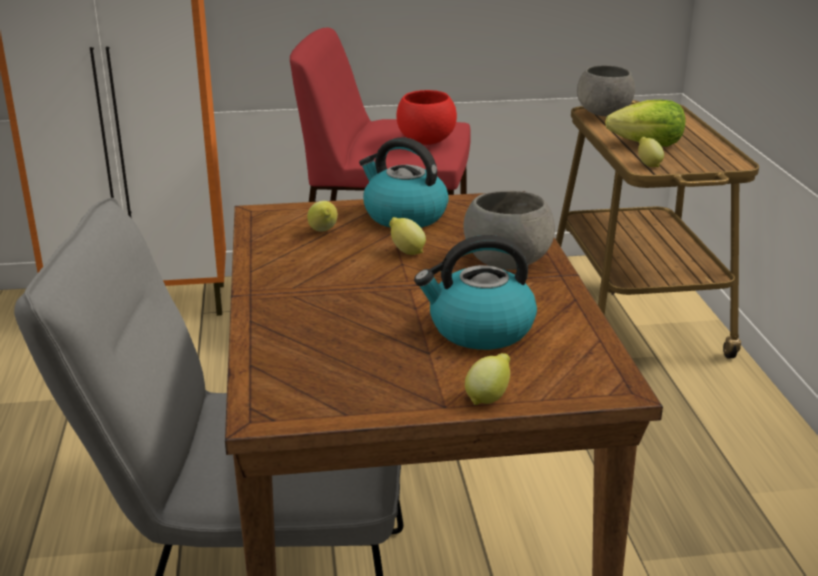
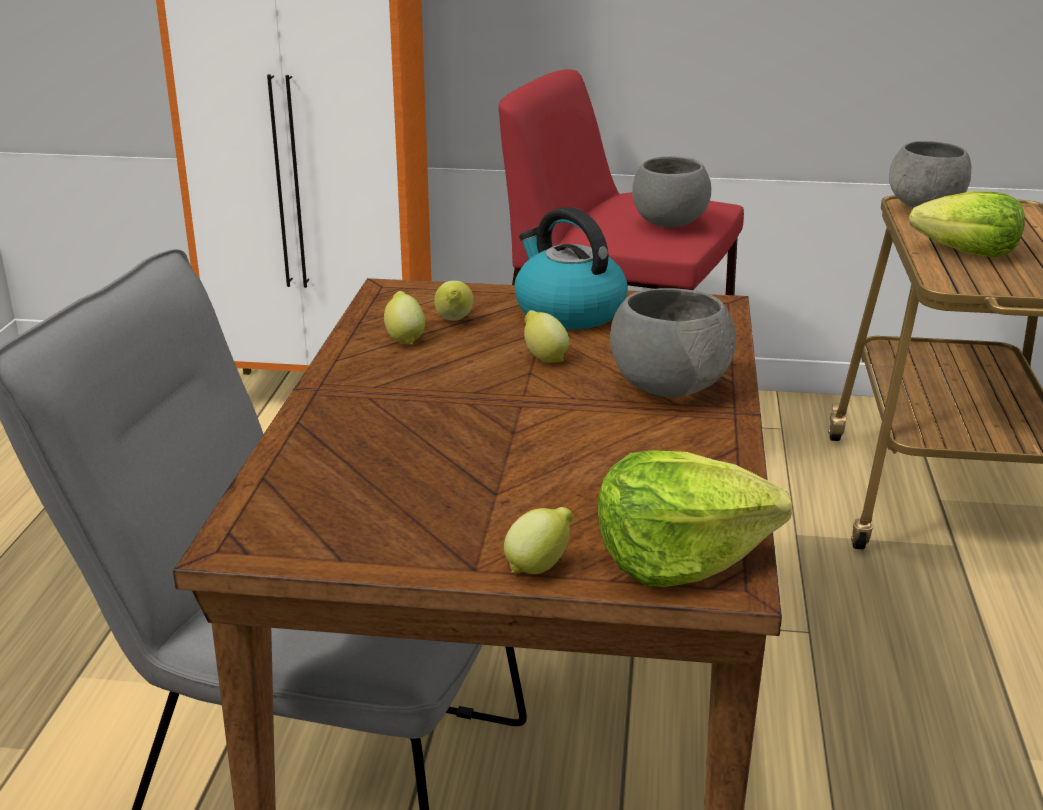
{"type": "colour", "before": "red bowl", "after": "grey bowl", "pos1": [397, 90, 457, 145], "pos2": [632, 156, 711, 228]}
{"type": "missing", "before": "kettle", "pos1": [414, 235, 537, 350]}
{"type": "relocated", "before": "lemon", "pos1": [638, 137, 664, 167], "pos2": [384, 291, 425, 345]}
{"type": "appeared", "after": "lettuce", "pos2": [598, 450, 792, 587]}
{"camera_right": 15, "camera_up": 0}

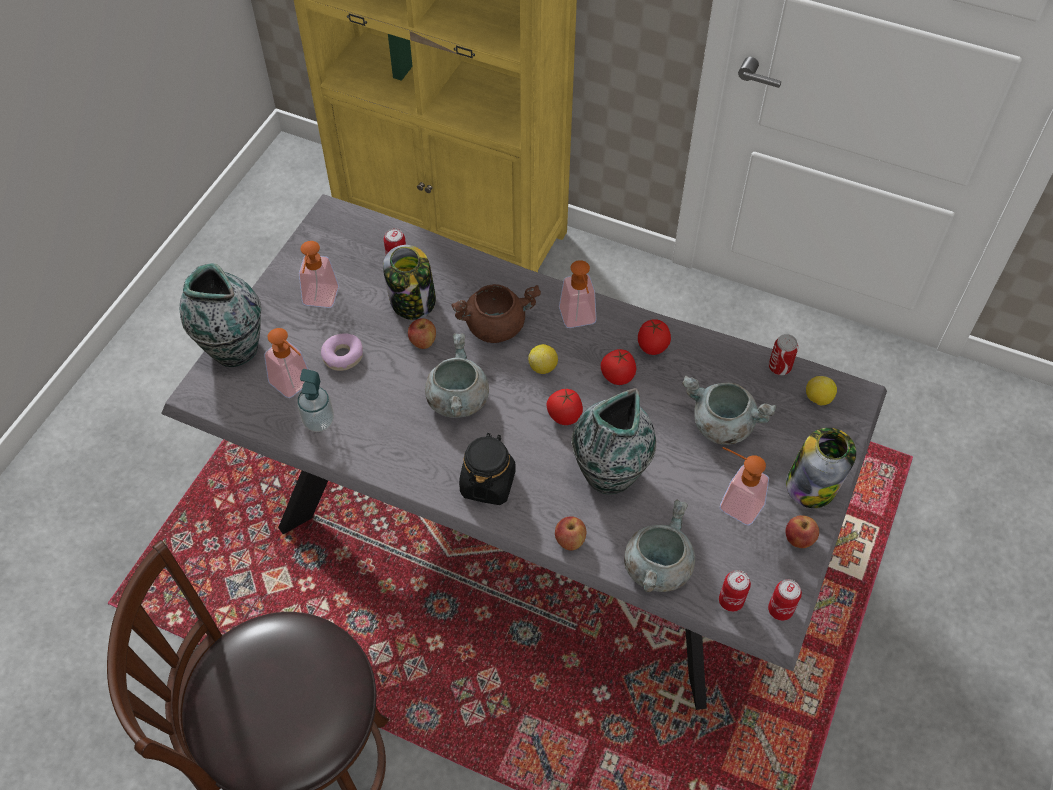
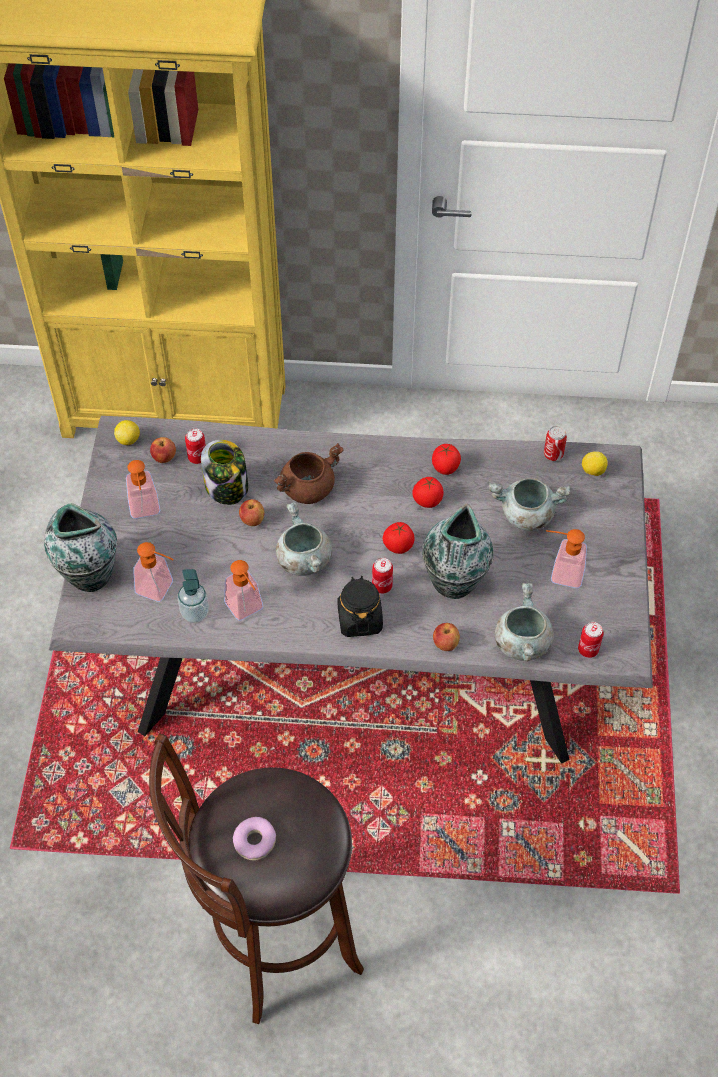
{"type": "relocated", "before": "donut", "pos1": [321, 333, 363, 371], "pos2": [233, 817, 276, 860]}
{"type": "relocated", "before": "lemon", "pos1": [528, 344, 558, 374], "pos2": [114, 420, 140, 445]}
{"type": "relocated", "before": "soap dispenser", "pos1": [559, 260, 596, 328], "pos2": [224, 560, 263, 621]}
{"type": "relocated", "before": "can", "pos1": [768, 579, 802, 621], "pos2": [372, 558, 393, 594]}
{"type": "missing", "before": "jar", "pos1": [786, 428, 856, 508]}
{"type": "relocated", "before": "apple", "pos1": [786, 515, 819, 548], "pos2": [150, 437, 176, 463]}
{"camera_right": -20, "camera_up": 0}

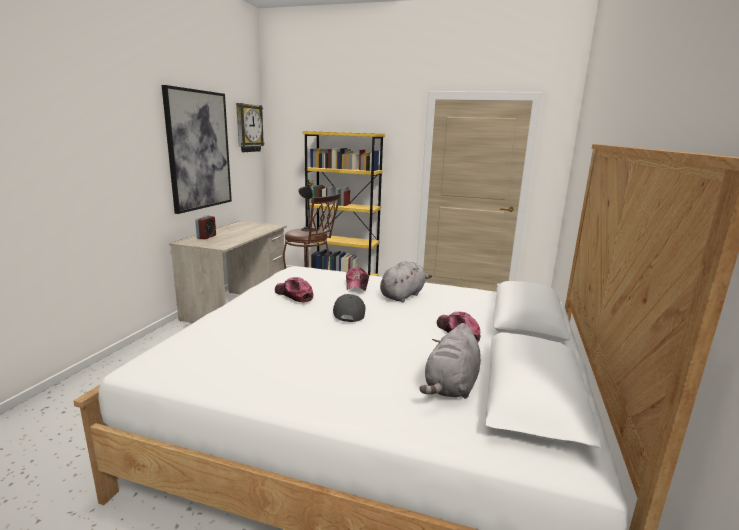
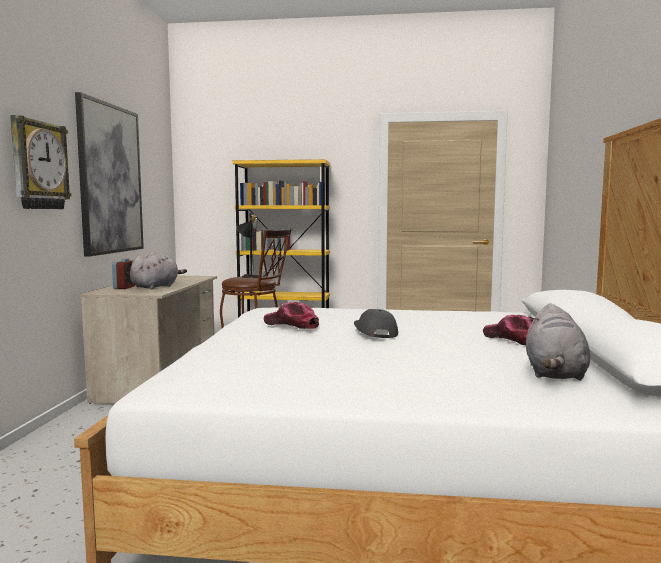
{"type": "relocated", "before": "wall clock", "pos1": [236, 103, 264, 152], "pos2": [10, 115, 72, 209]}
{"type": "missing", "before": "cap", "pos1": [346, 267, 369, 291]}
{"type": "relocated", "before": "grey plush toy", "pos1": [380, 261, 432, 302], "pos2": [130, 252, 187, 290]}
{"camera_right": -10, "camera_up": -10}

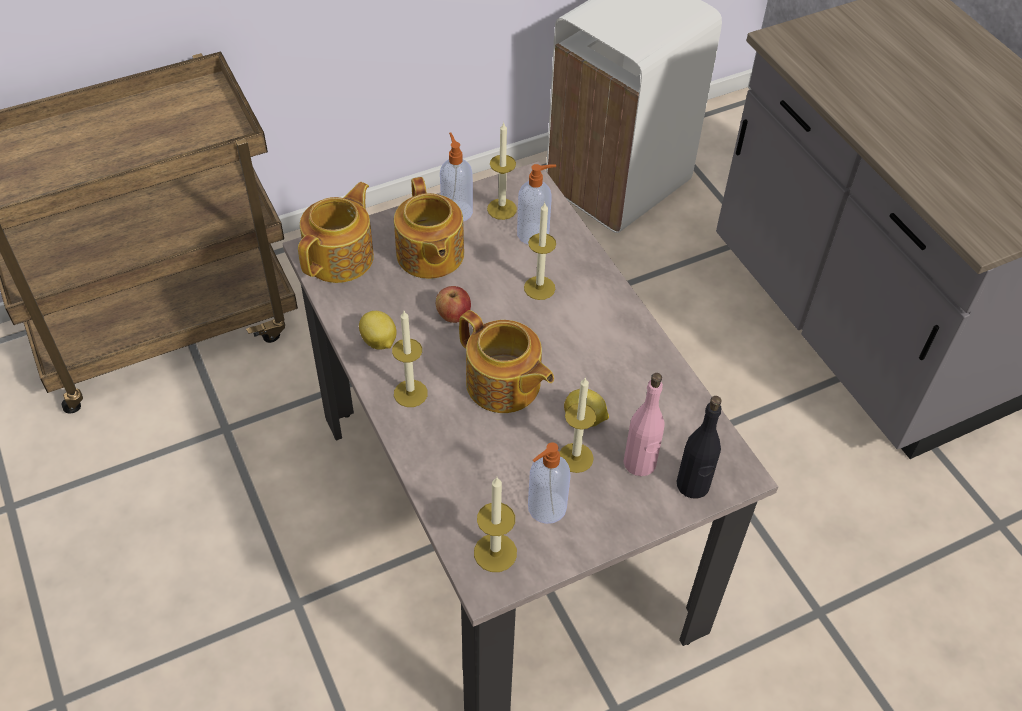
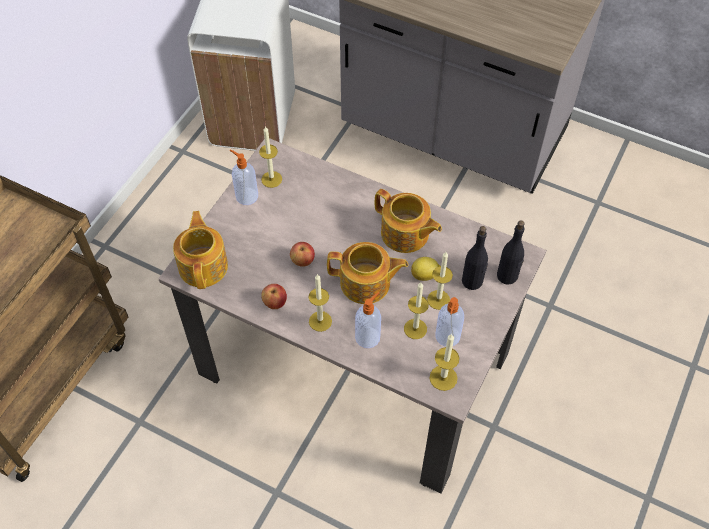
{"type": "exchanged", "before": "lemon", "after": "apple", "pos1": [359, 311, 396, 350], "pos2": [261, 284, 287, 309]}
{"type": "relocated", "before": "teapot", "pos1": [394, 177, 464, 279], "pos2": [375, 189, 442, 253]}
{"type": "relocated", "before": "soap dispenser", "pos1": [517, 164, 556, 245], "pos2": [355, 292, 381, 348]}
{"type": "relocated", "before": "candle", "pos1": [524, 203, 556, 300], "pos2": [404, 283, 429, 339]}
{"type": "colour", "before": "pink bottle", "after": "black bottle", "pos1": [623, 373, 665, 476], "pos2": [462, 226, 488, 290]}
{"camera_right": -35, "camera_up": 5}

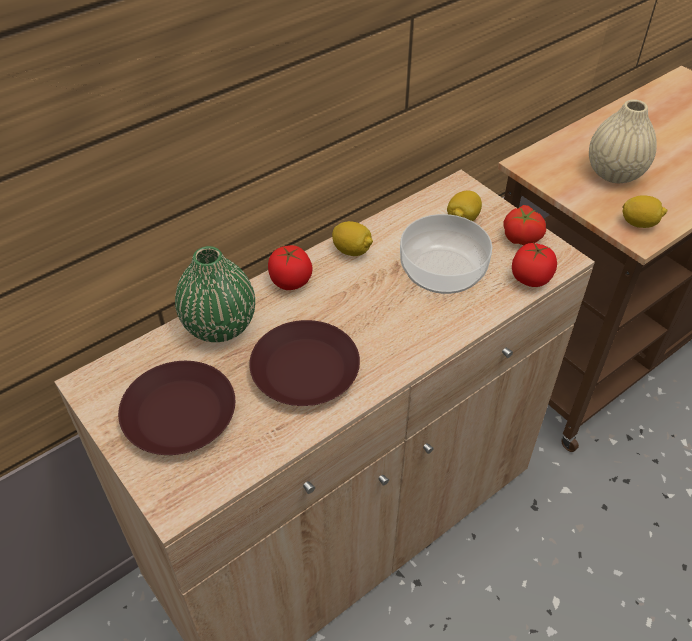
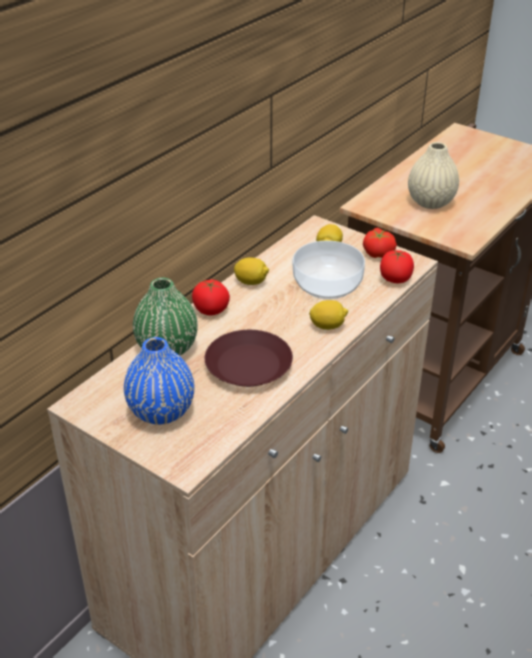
{"type": "exchanged", "before": "brown plate", "after": "blue vase", "pos1": [118, 361, 235, 455], "pos2": [124, 337, 194, 424]}
{"type": "relocated", "before": "lemon", "pos1": [622, 195, 667, 228], "pos2": [309, 300, 348, 330]}
{"camera_right": -15, "camera_up": -10}

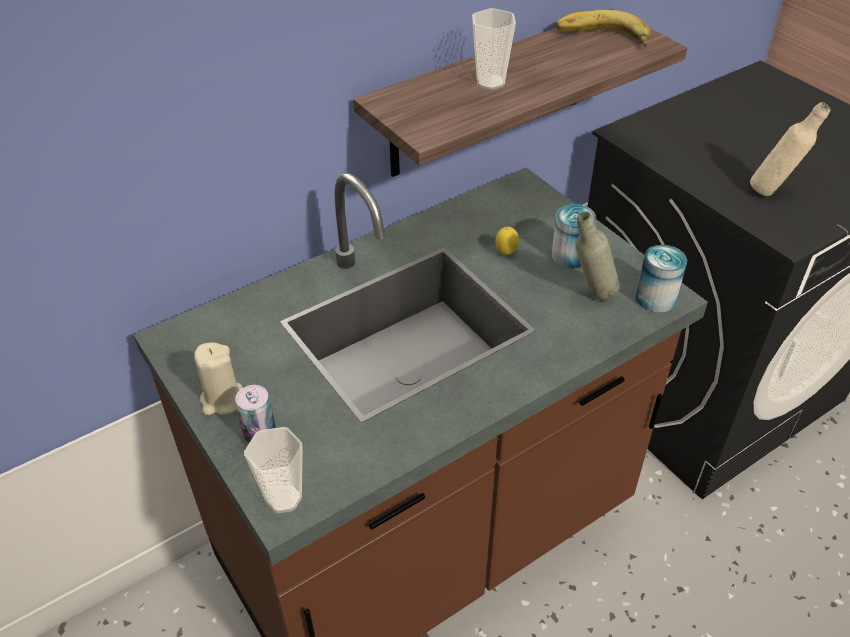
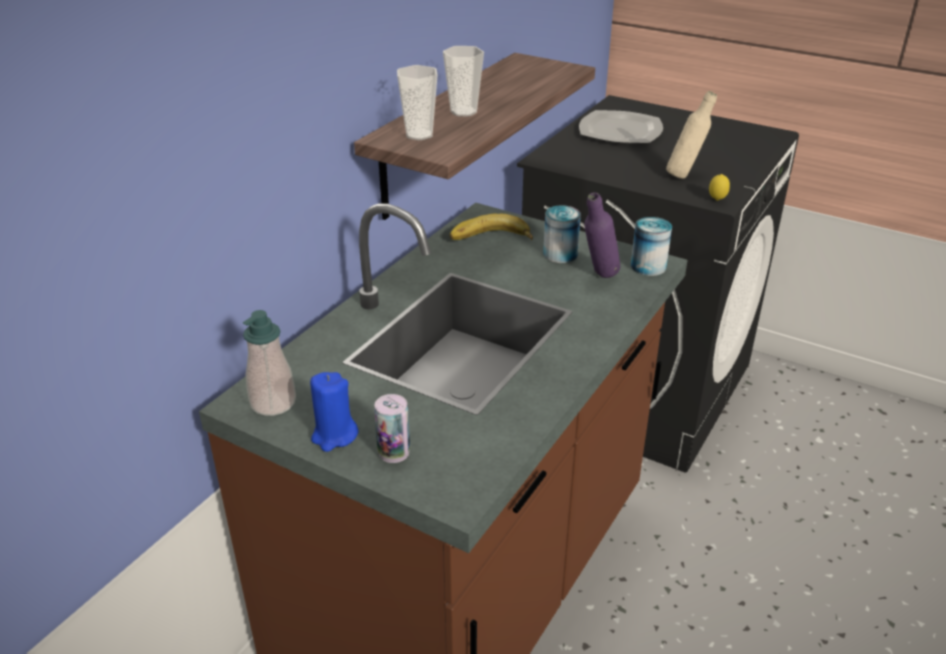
{"type": "colour", "before": "beige candle", "after": "blue candle", "pos1": [194, 342, 243, 415], "pos2": [310, 372, 358, 452]}
{"type": "relocated", "before": "cup", "pos1": [244, 427, 303, 513], "pos2": [397, 65, 437, 141]}
{"type": "relocated", "before": "lemon", "pos1": [495, 227, 519, 255], "pos2": [709, 174, 730, 201]}
{"type": "relocated", "before": "banana", "pos1": [556, 10, 650, 47], "pos2": [449, 213, 533, 240]}
{"type": "colour", "before": "grey bottle", "after": "purple bottle", "pos1": [575, 211, 619, 301], "pos2": [584, 192, 620, 278]}
{"type": "appeared", "after": "soap dispenser", "pos2": [243, 310, 296, 416]}
{"type": "appeared", "after": "plate", "pos2": [579, 110, 663, 143]}
{"camera_right": -25, "camera_up": -10}

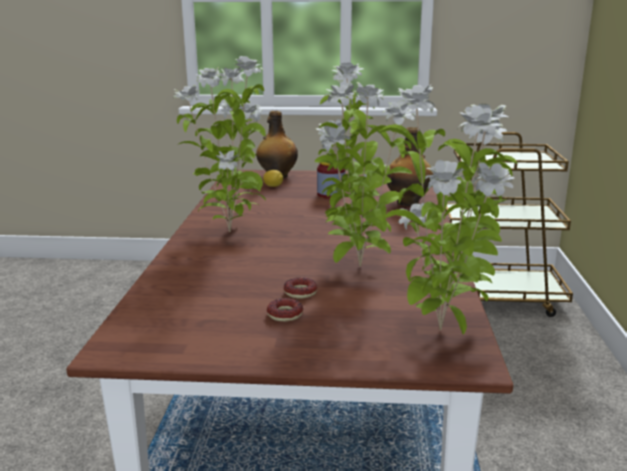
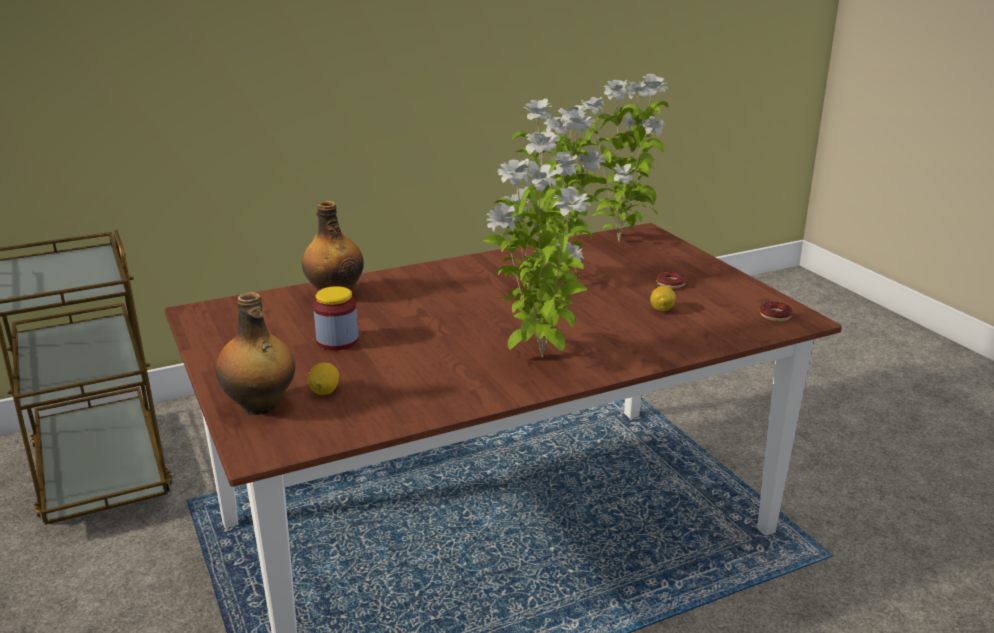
{"type": "relocated", "before": "donut", "pos1": [284, 277, 317, 299], "pos2": [760, 302, 793, 321]}
{"type": "appeared", "after": "lemon", "pos2": [650, 286, 676, 311]}
{"camera_right": -120, "camera_up": 5}

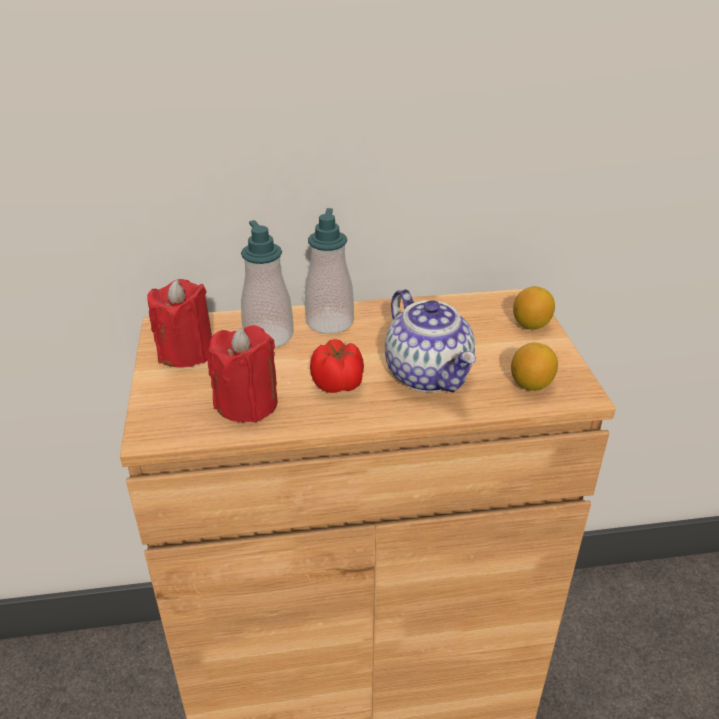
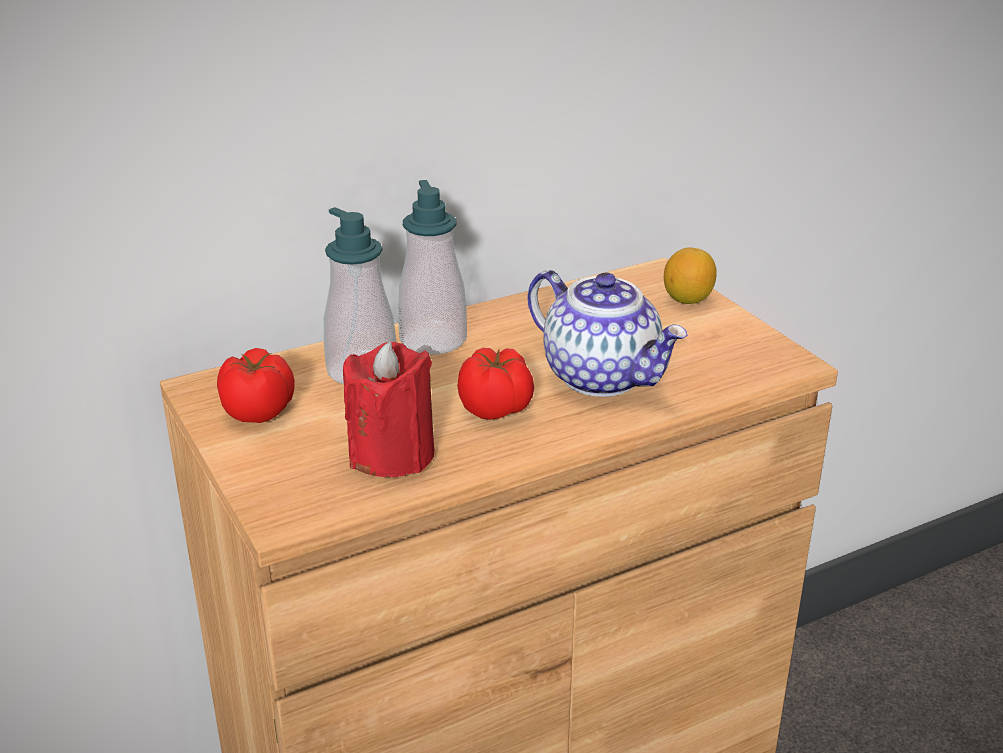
{"type": "exchanged", "before": "red candle", "after": "tomato", "pos1": [147, 279, 212, 368], "pos2": [217, 348, 295, 423]}
{"type": "missing", "before": "lemon", "pos1": [511, 342, 558, 391]}
{"camera_right": -20, "camera_up": -5}

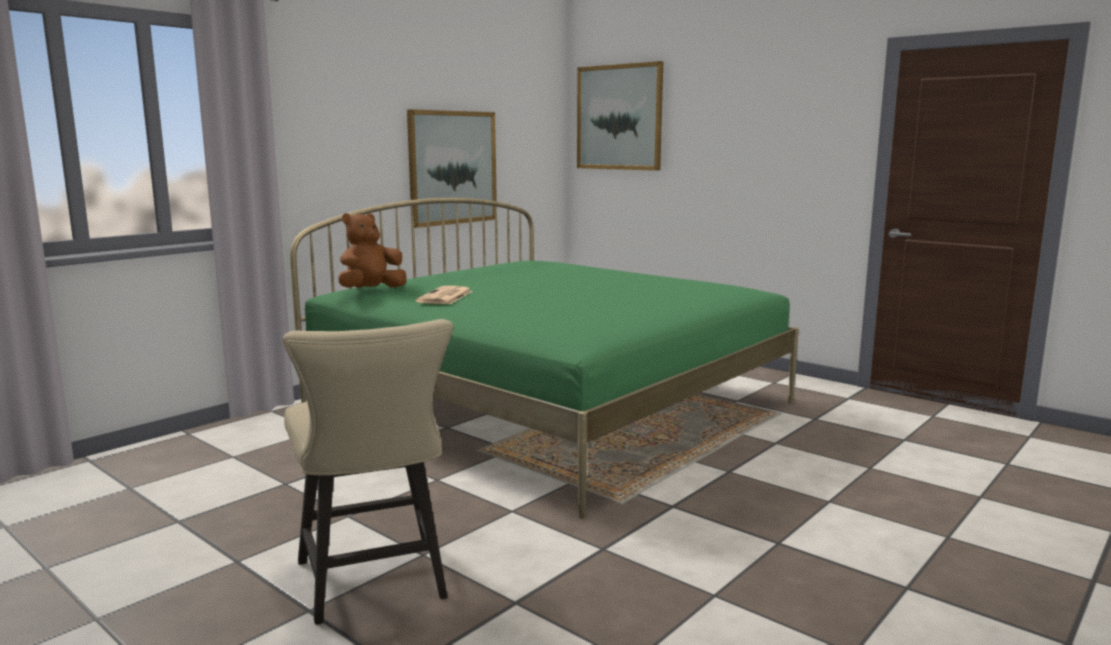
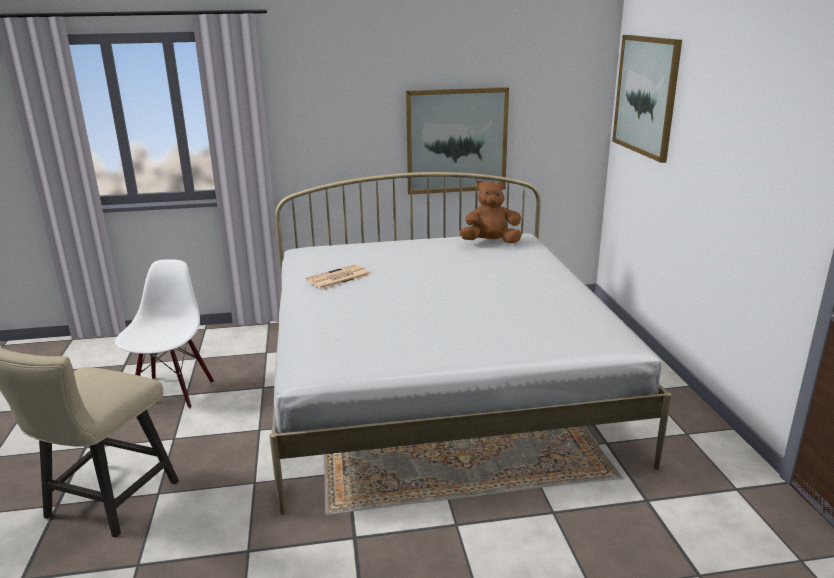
{"type": "colour", "before": "green bed", "after": "white bed", "pos1": [290, 198, 799, 519], "pos2": [269, 172, 672, 515]}
{"type": "relocated", "before": "brown plush toy", "pos1": [338, 213, 407, 288], "pos2": [460, 180, 522, 243]}
{"type": "appeared", "after": "white chair", "pos2": [115, 259, 214, 409]}
{"camera_right": 40, "camera_up": 10}

